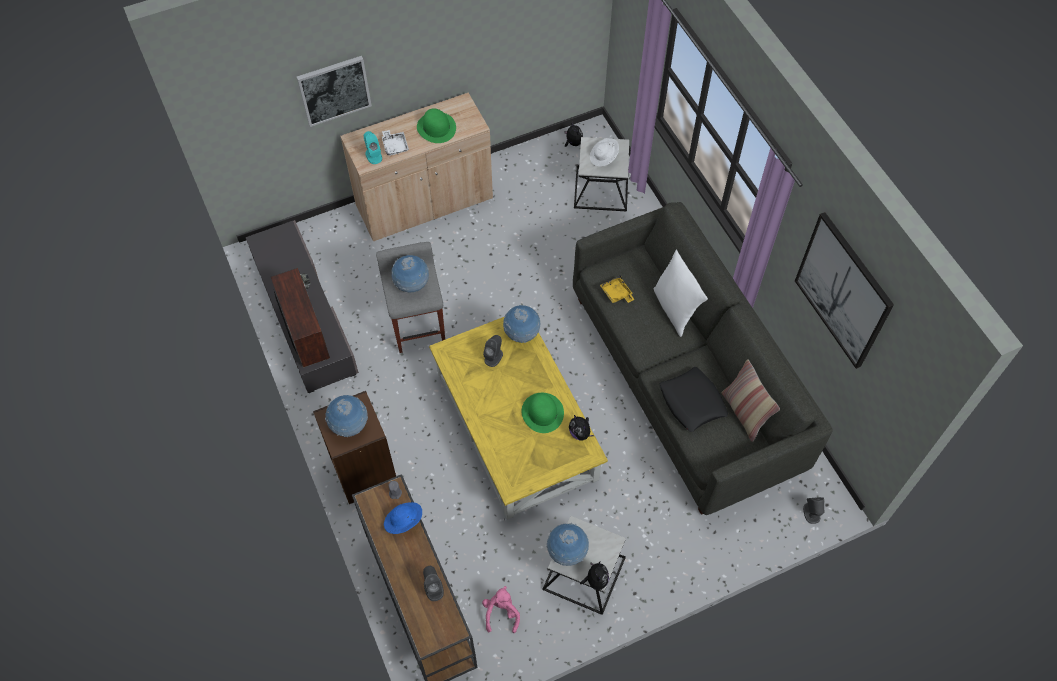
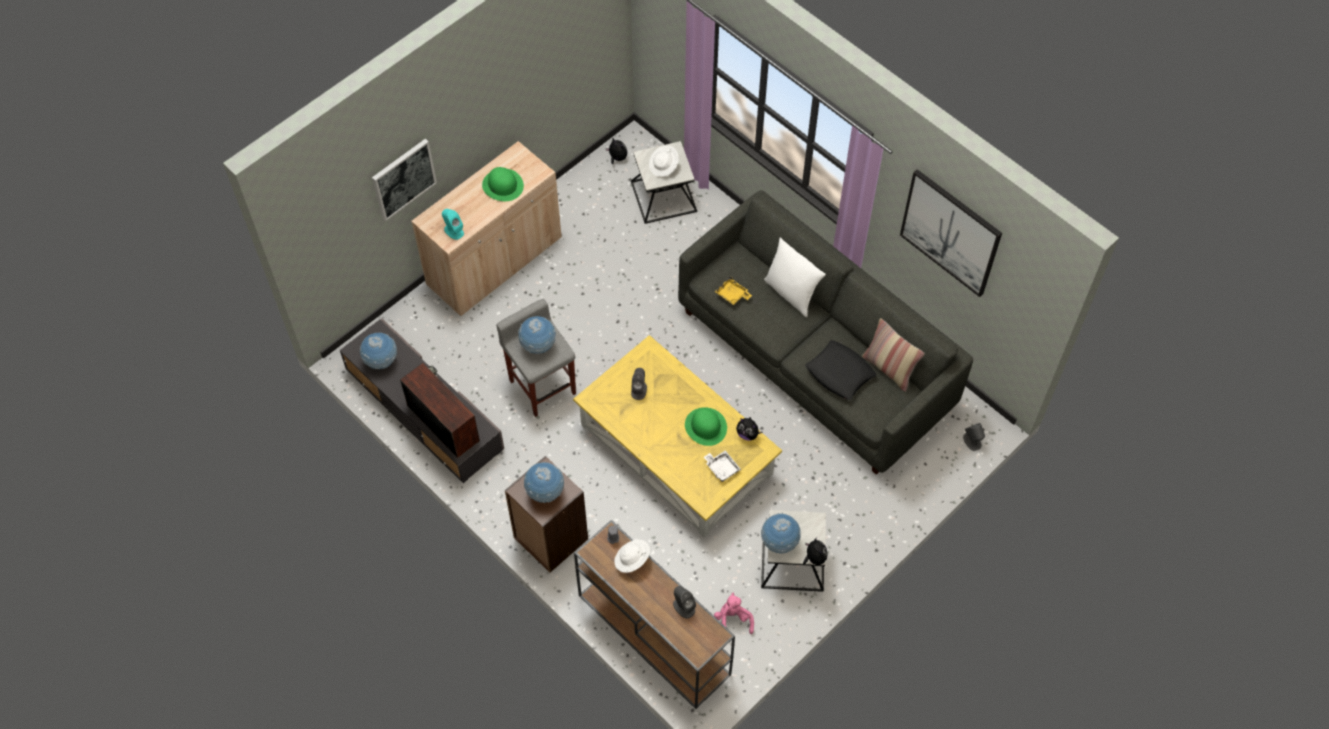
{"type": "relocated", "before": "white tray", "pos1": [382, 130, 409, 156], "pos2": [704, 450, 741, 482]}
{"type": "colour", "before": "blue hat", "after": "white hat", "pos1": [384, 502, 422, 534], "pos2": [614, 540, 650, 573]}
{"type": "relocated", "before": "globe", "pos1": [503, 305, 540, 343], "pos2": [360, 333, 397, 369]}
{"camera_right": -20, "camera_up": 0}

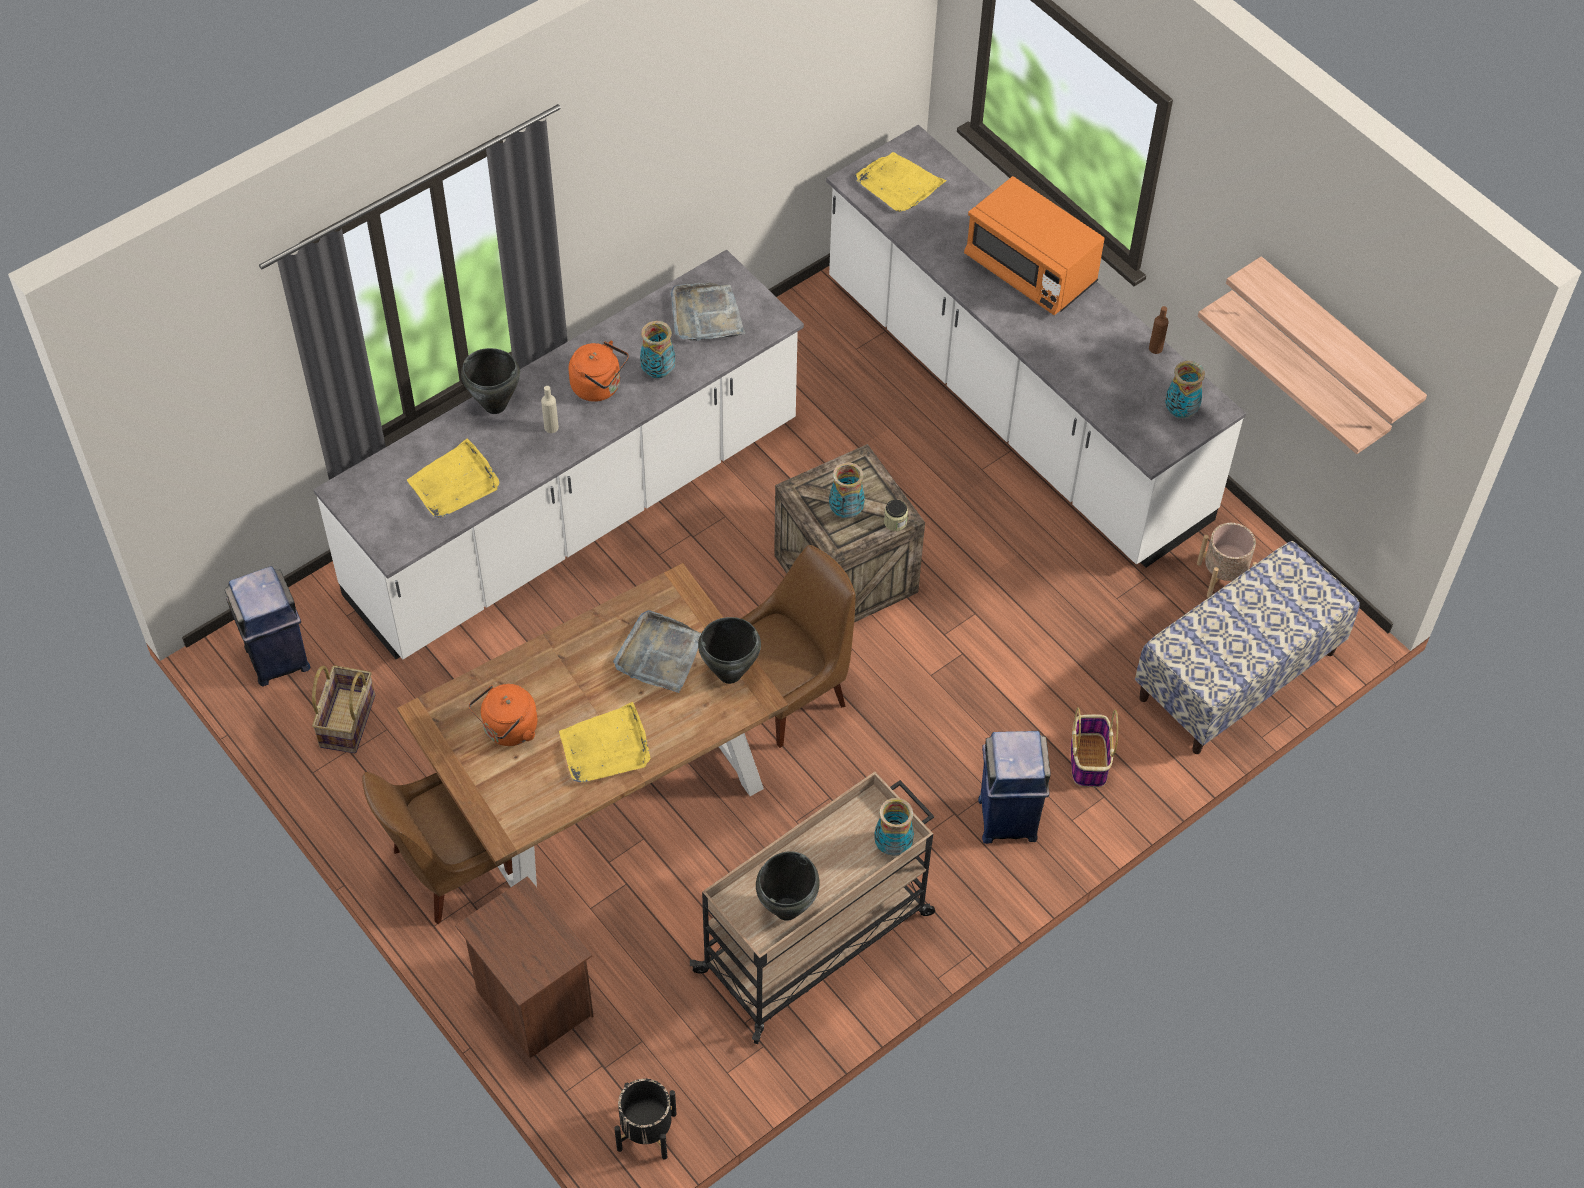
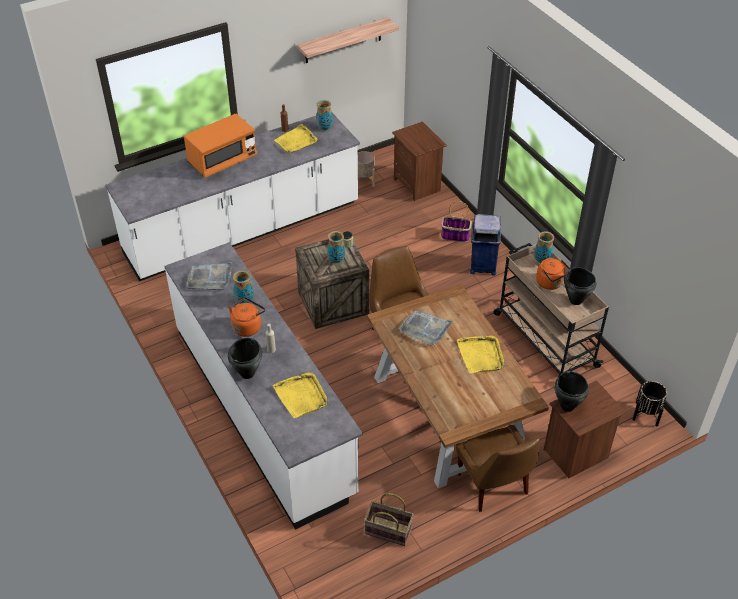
{"type": "missing", "before": "blue trash can", "pos1": [225, 566, 310, 686]}
{"type": "relocated", "before": "orange kettle", "pos1": [469, 684, 538, 746], "pos2": [536, 258, 570, 290]}
{"type": "relocated", "before": "black cooking pot", "pos1": [698, 617, 761, 684], "pos2": [555, 371, 589, 412]}
{"type": "relocated", "before": "yellow tray", "pos1": [855, 152, 947, 212], "pos2": [274, 124, 317, 154]}
{"type": "exchanged", "before": "bench", "after": "brown nightstand", "pos1": [1135, 541, 1360, 754], "pos2": [392, 121, 447, 202]}
{"type": "missing", "before": "shelf", "pos1": [1198, 290, 1392, 454]}
{"camera_right": -80, "camera_up": -10}

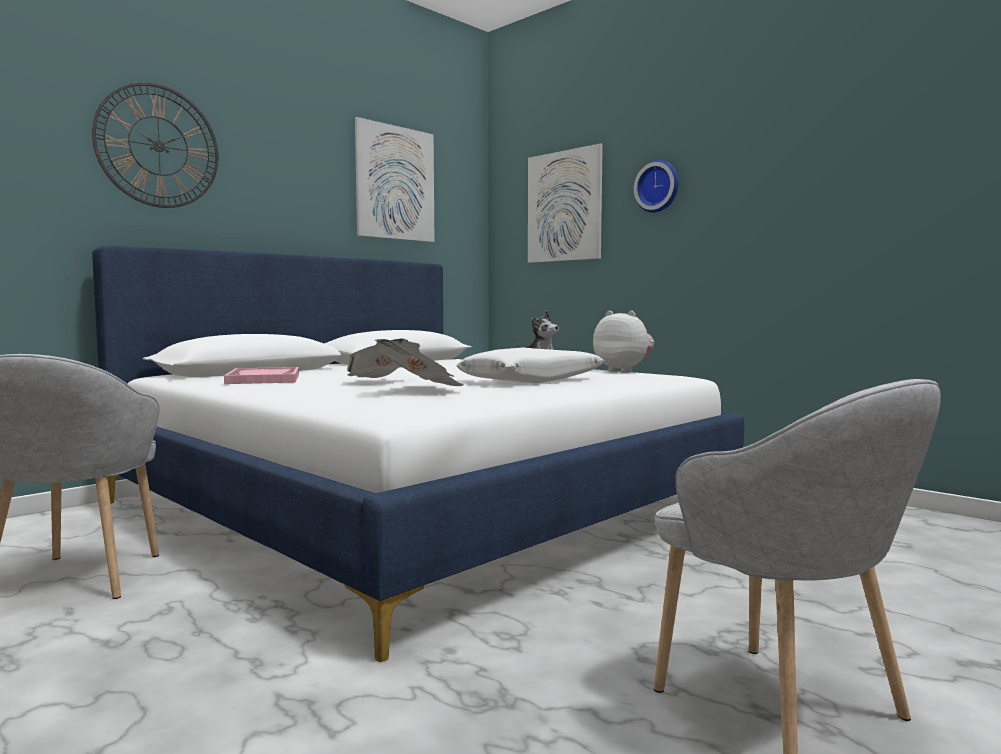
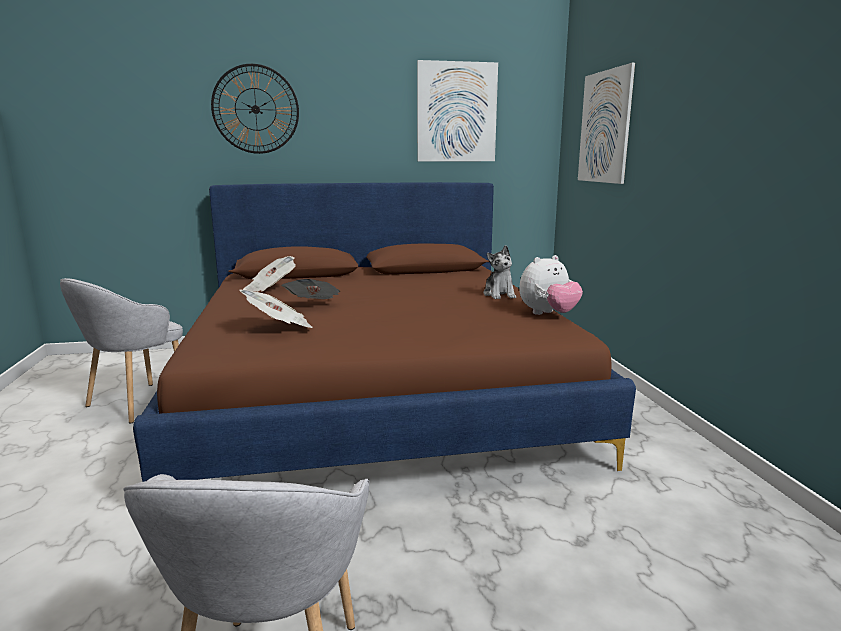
{"type": "colour", "before": "white bed", "after": "brown bed", "pos1": [92, 245, 744, 662], "pos2": [133, 182, 636, 482]}
{"type": "exchanged", "before": "pink tray", "after": "newspaper", "pos1": [224, 367, 299, 384], "pos2": [243, 256, 296, 292]}
{"type": "missing", "before": "white pillow", "pos1": [457, 347, 604, 383]}
{"type": "spun", "before": "plush toy", "pos1": [593, 311, 654, 373], "pos2": [519, 255, 583, 315], "turn": 75}
{"type": "missing", "before": "wall clock", "pos1": [634, 160, 679, 213]}
{"camera_right": 35, "camera_up": 10}

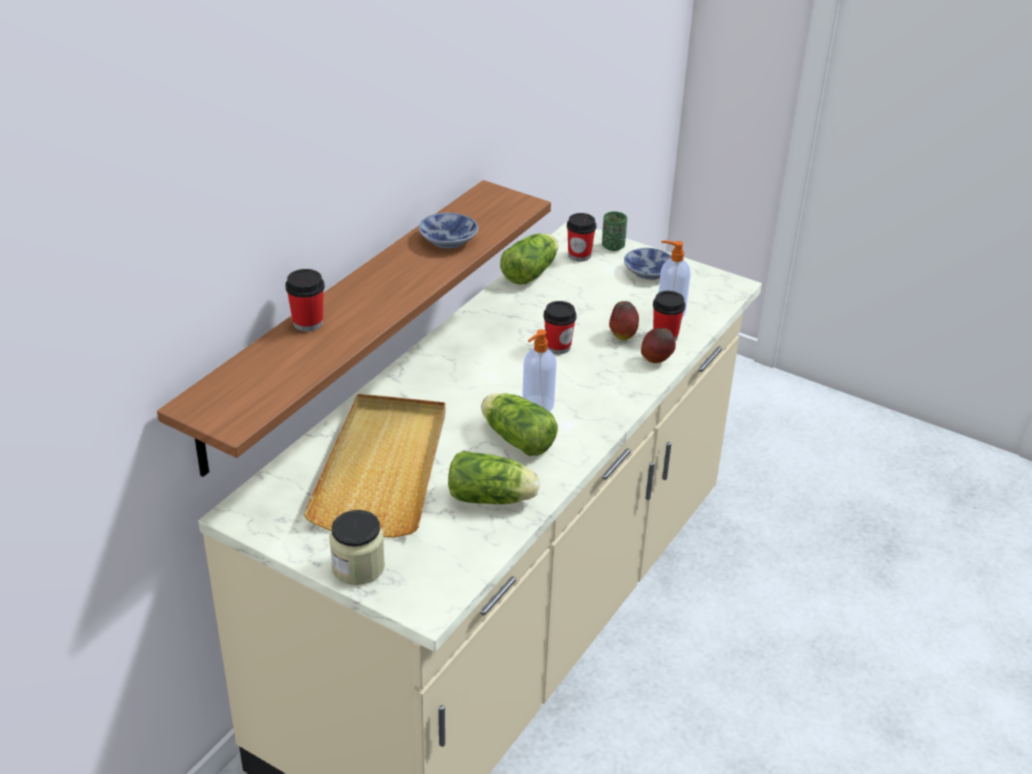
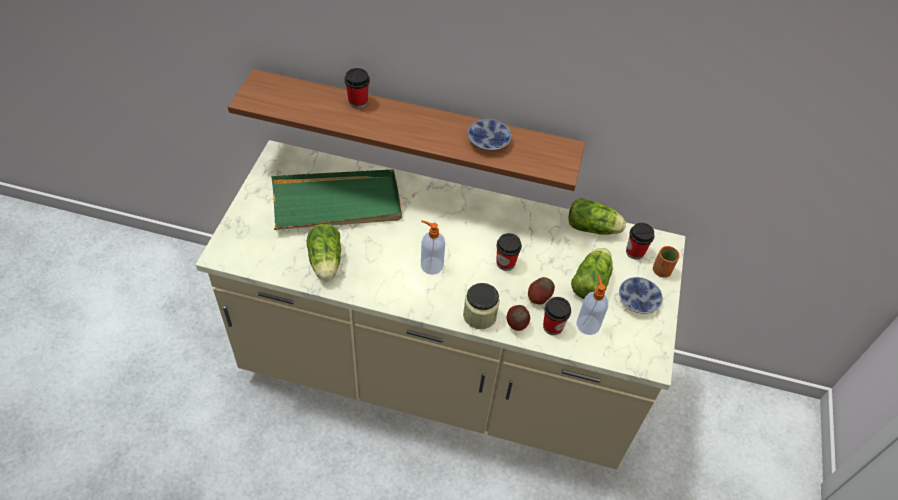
{"type": "colour", "before": "beige tray", "after": "green tray", "pos1": [304, 394, 446, 538], "pos2": [271, 170, 402, 230]}
{"type": "relocated", "before": "jar", "pos1": [329, 510, 385, 585], "pos2": [463, 283, 500, 329]}
{"type": "relocated", "before": "lettuce", "pos1": [481, 393, 558, 456], "pos2": [571, 248, 613, 299]}
{"type": "colour", "before": "green cup", "after": "orange cup", "pos1": [602, 211, 627, 251], "pos2": [653, 246, 680, 278]}
{"camera_right": 70, "camera_up": 15}

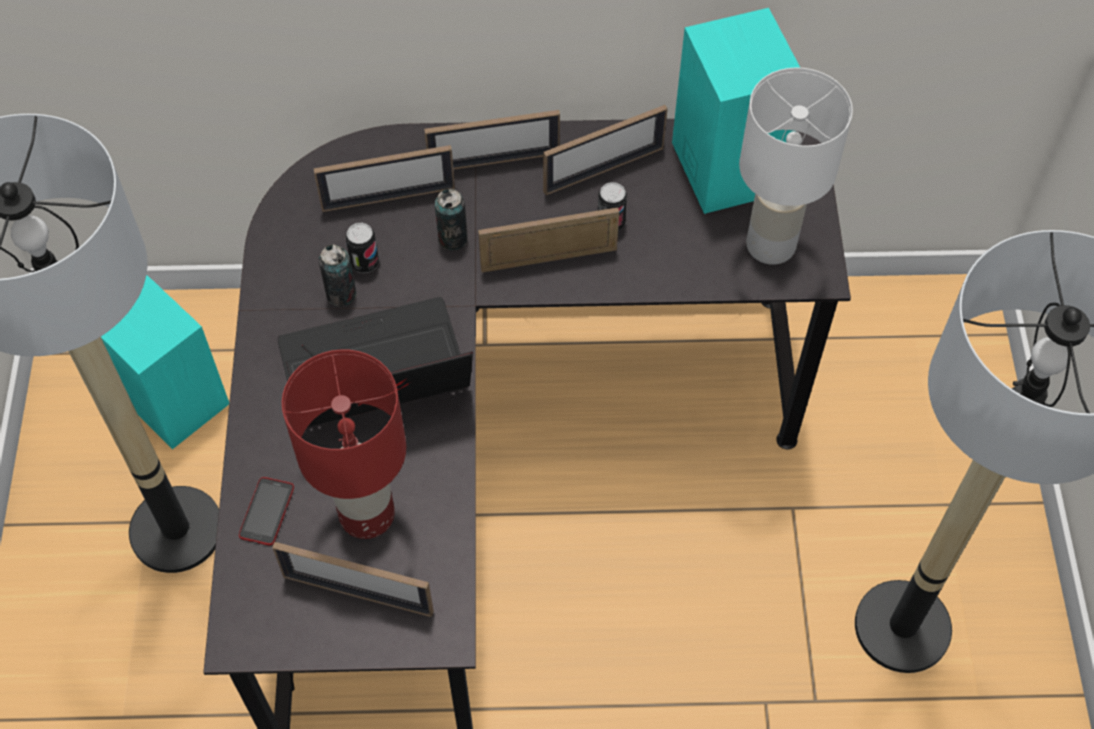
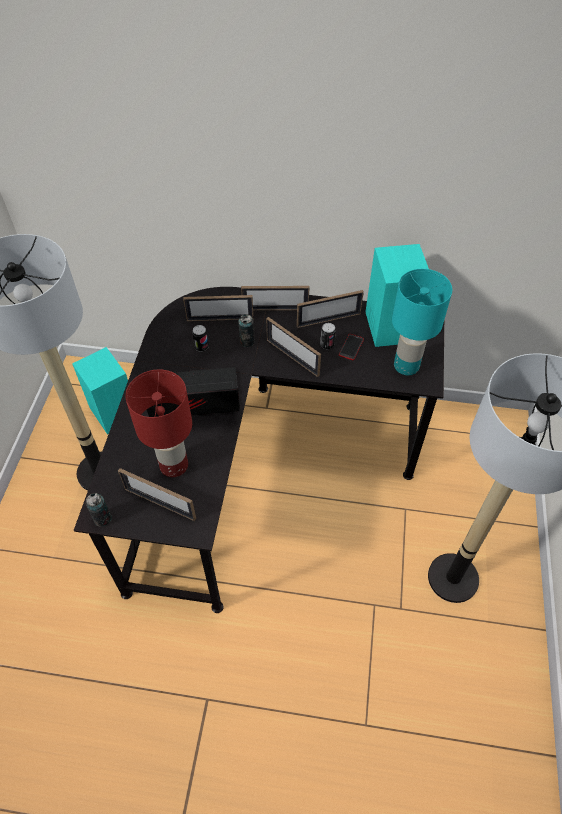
{"type": "relocated", "before": "phone", "pos1": [239, 477, 294, 546], "pos2": [339, 334, 364, 360]}
{"type": "relocated", "before": "can", "pos1": [319, 244, 356, 306], "pos2": [86, 493, 112, 527]}
{"type": "spun", "before": "picture frame", "pos1": [478, 207, 619, 272], "pos2": [266, 317, 321, 377], "turn": -135}
{"type": "colour", "before": "white table lamp", "after": "turquoise table lamp", "pos1": [739, 68, 853, 265], "pos2": [392, 269, 452, 375]}
{"camera_right": 10, "camera_up": -5}

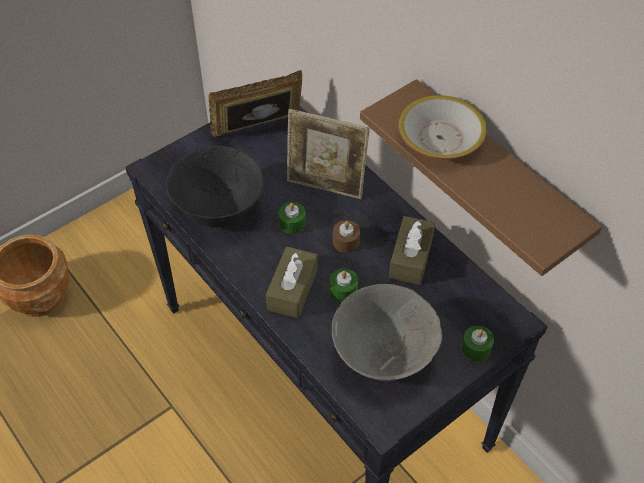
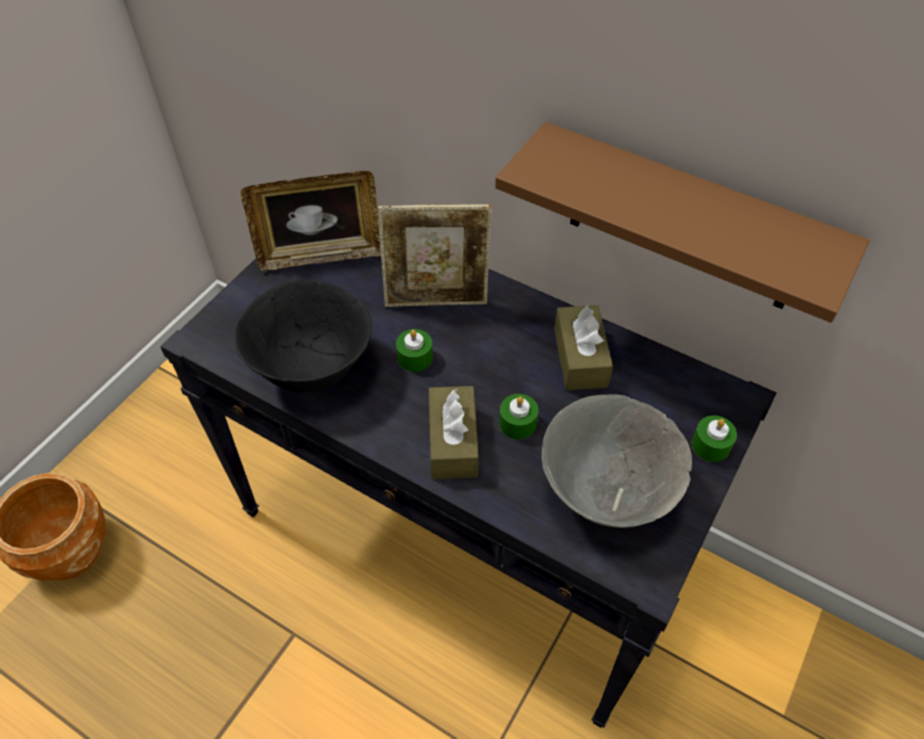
{"type": "spun", "before": "picture frame", "pos1": [208, 70, 302, 137], "pos2": [241, 171, 381, 271], "turn": -150}
{"type": "missing", "before": "brown candle", "pos1": [333, 220, 360, 253]}
{"type": "missing", "before": "bowl", "pos1": [398, 95, 487, 160]}
{"camera_right": -20, "camera_up": 0}

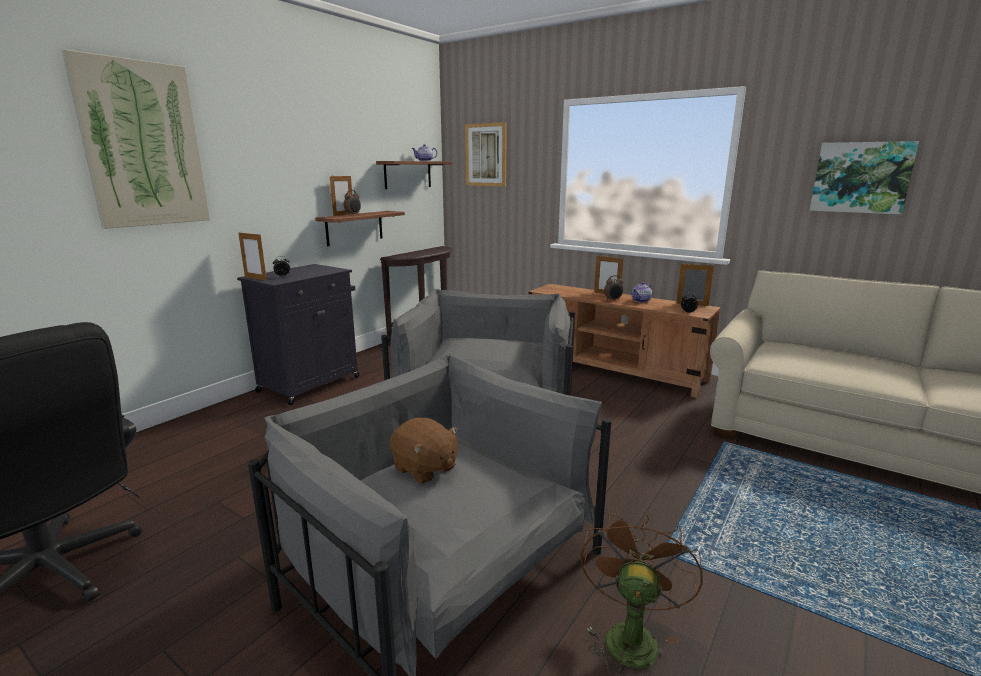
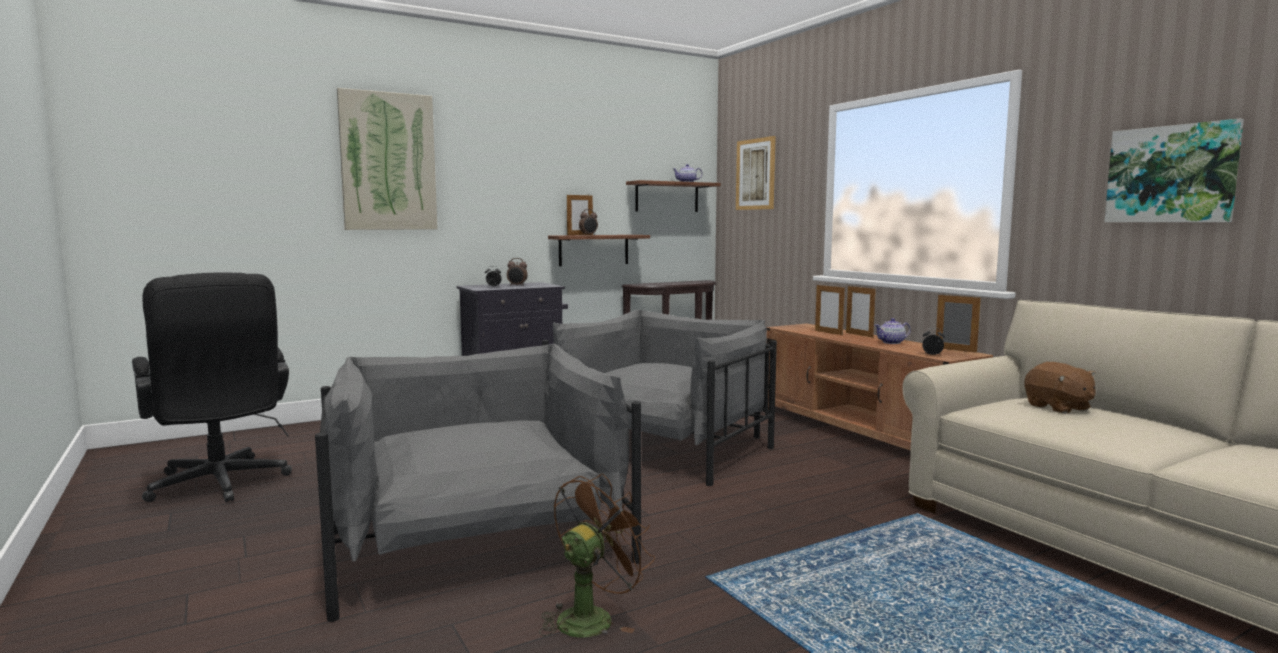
{"type": "relocated", "before": "picture frame", "pos1": [238, 231, 267, 280], "pos2": [815, 284, 845, 335]}
{"type": "relocated", "before": "brown plush toy", "pos1": [390, 418, 459, 484], "pos2": [1025, 362, 1096, 414]}
{"type": "relocated", "before": "alarm clock", "pos1": [604, 275, 623, 301], "pos2": [507, 258, 528, 286]}
{"camera_right": 25, "camera_up": -10}

